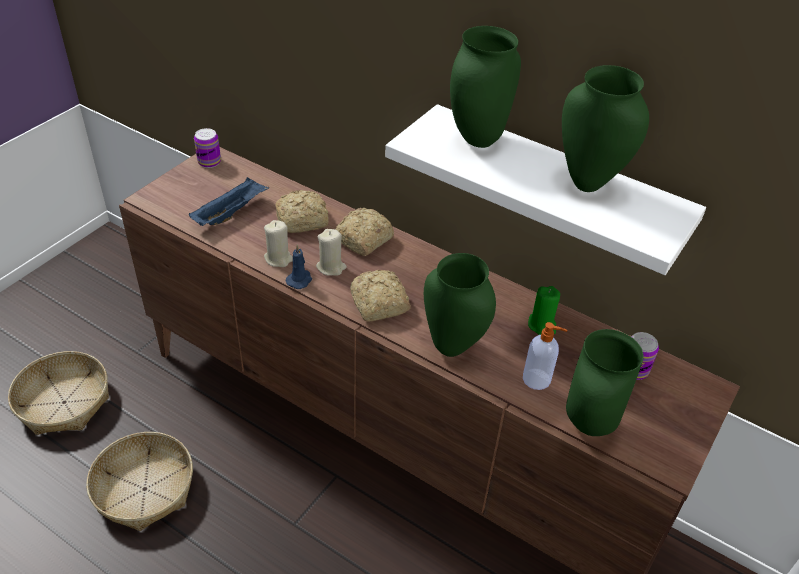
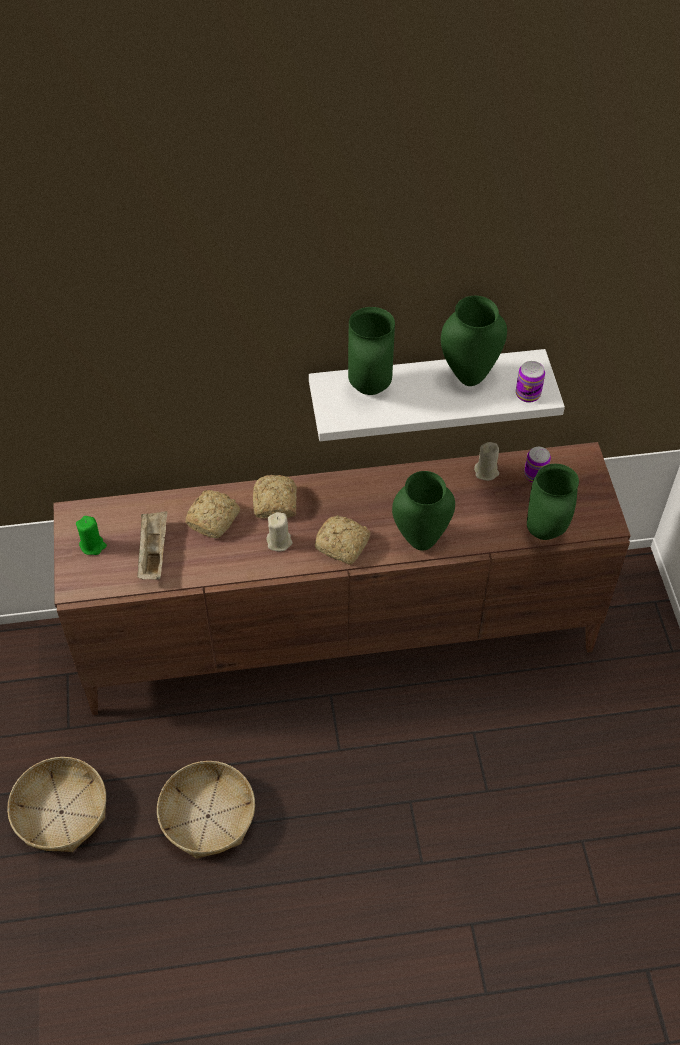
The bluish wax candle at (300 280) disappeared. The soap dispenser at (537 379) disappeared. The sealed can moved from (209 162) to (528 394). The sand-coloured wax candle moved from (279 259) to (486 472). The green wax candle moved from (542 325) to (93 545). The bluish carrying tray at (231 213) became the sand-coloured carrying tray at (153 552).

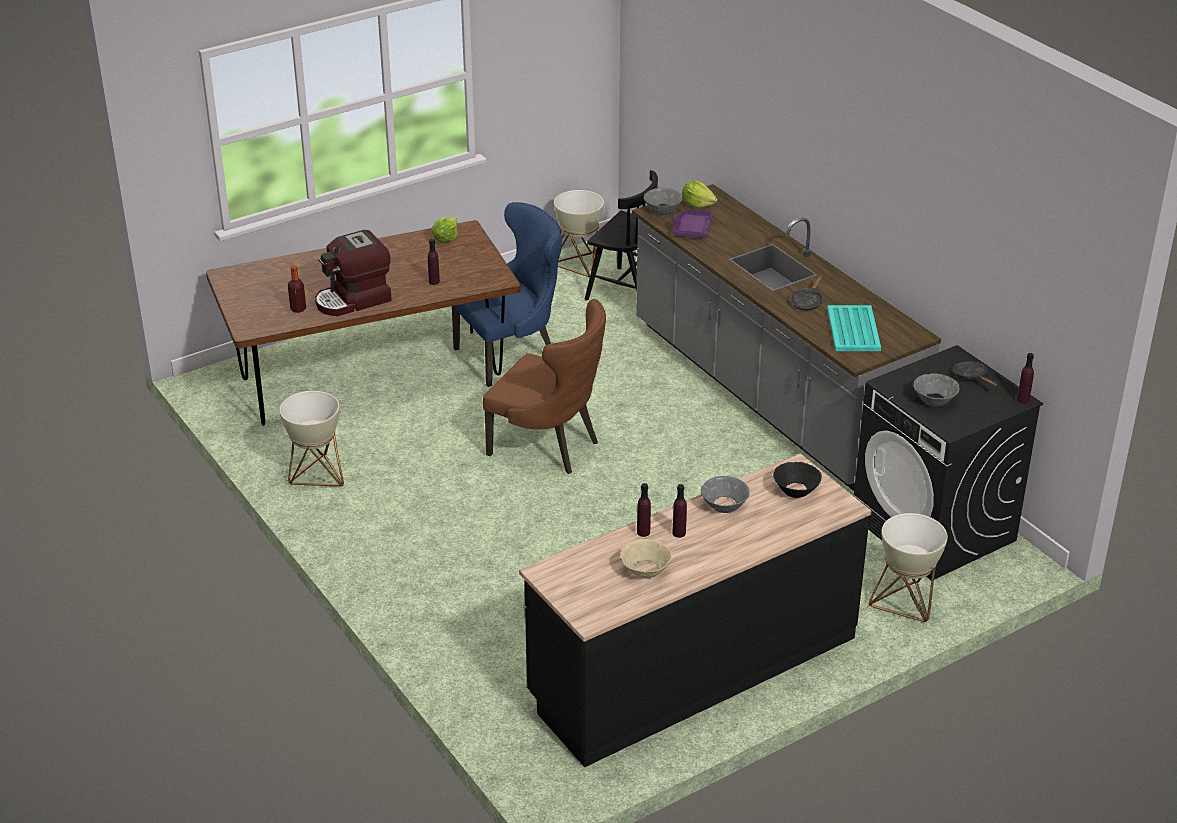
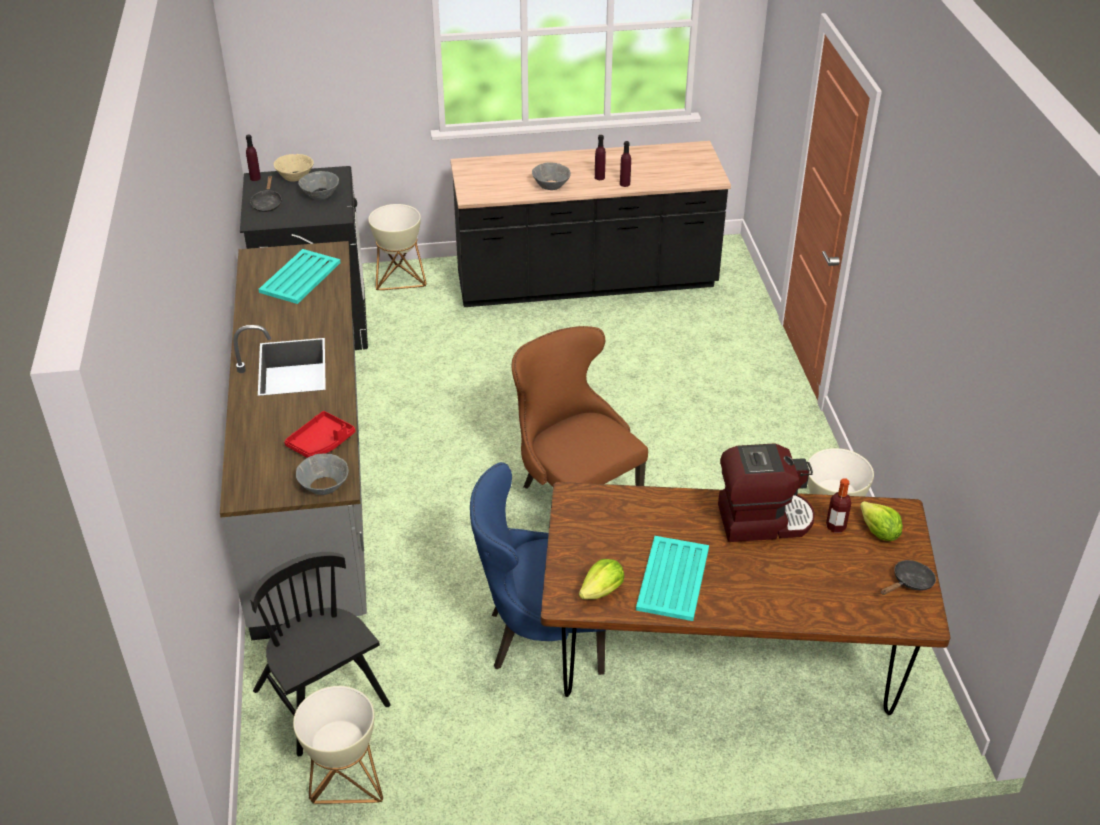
The purple-coloured beverage bottle at (434 282) disappeared. The blackish deep dish at (796 490) disappeared. The turquoise carrying tray at (672 579) appeared. The sand-coloured deep dish moved from (645 570) to (295 177). The lettuce moved from (697 204) to (879 532). The blackish skillet moved from (807 302) to (910 582). The purple-coloured carrying tray at (692 230) became the reddish carrying tray at (321 442).

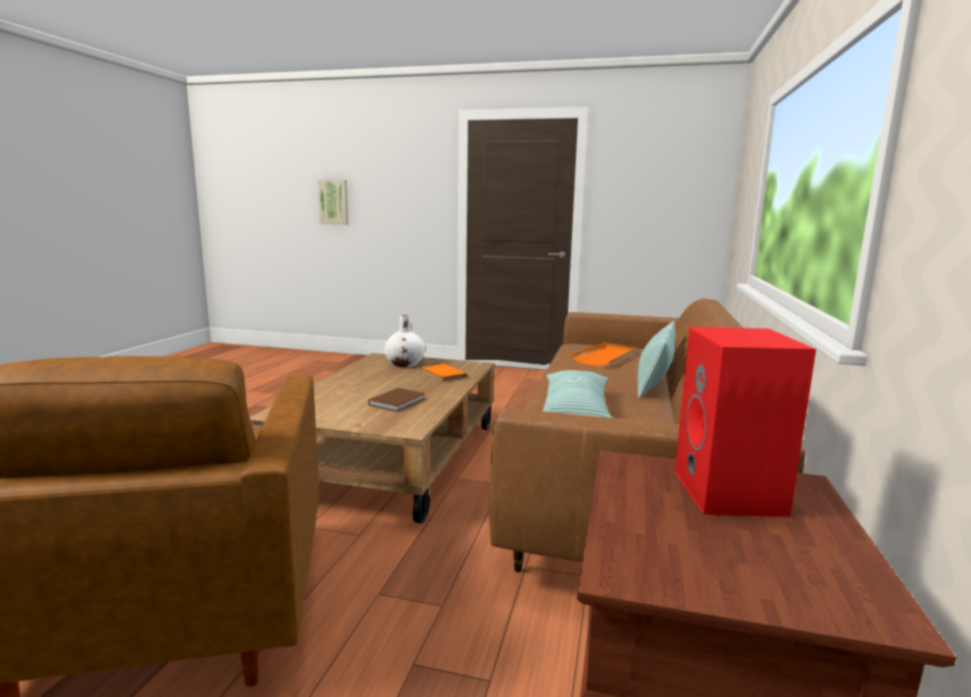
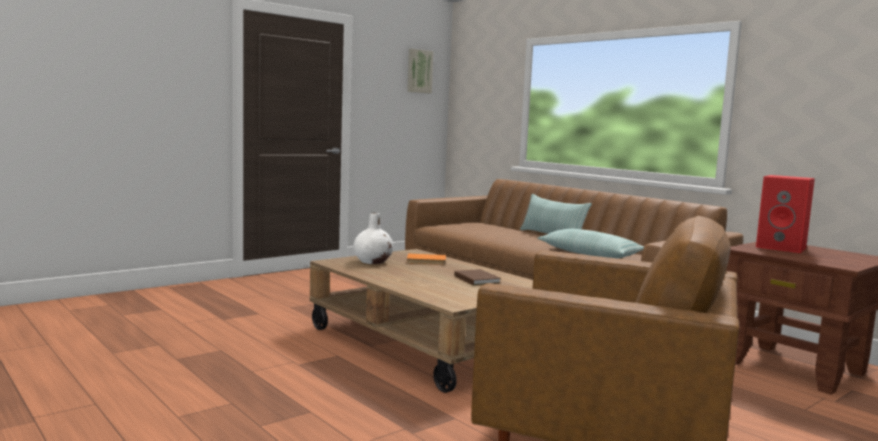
The orangey carrying tray at (605 357) disappeared. The wall picture moved from (334 202) to (419 71).

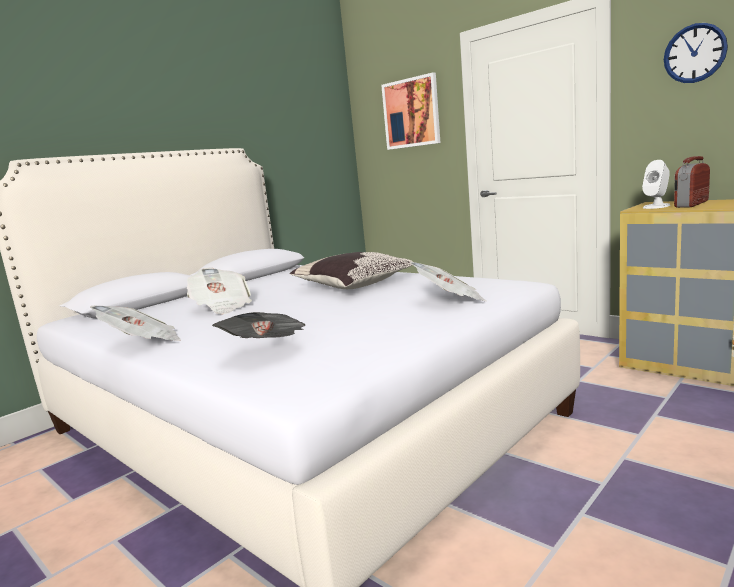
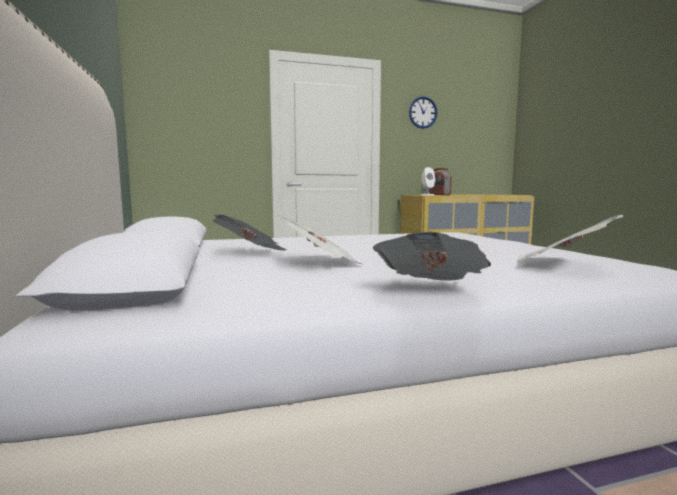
The pillow at (353 285) disappeared. The wall picture at (411 113) disappeared. The printed paper moved from (450 300) to (251 253).

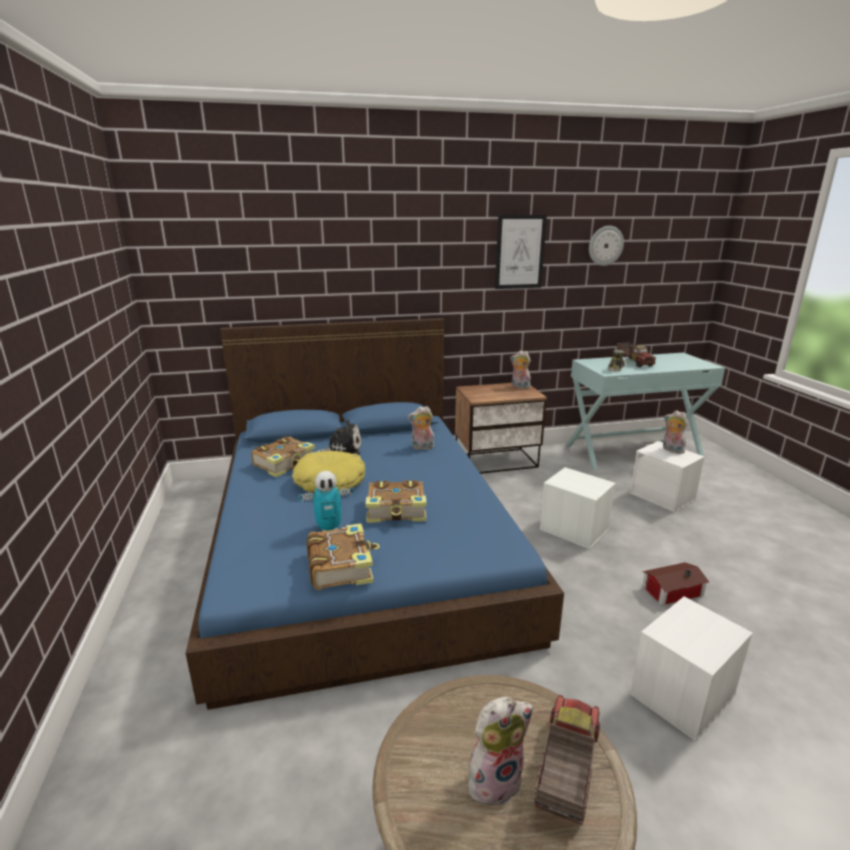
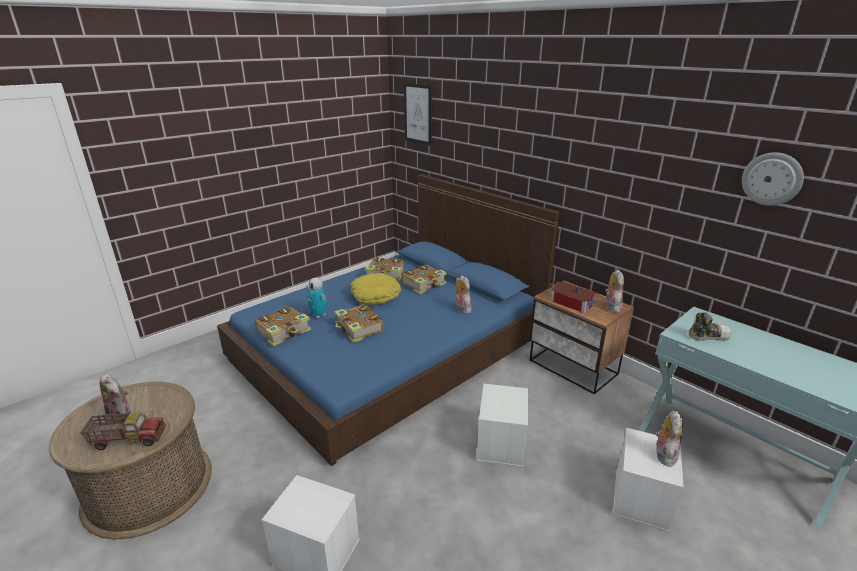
The toy lorry at (634 362) disappeared. The wall picture moved from (520 252) to (418 114). The toy house moved from (670 590) to (571 302). The cuddly toy at (342 450) was replaced by the volume at (424 284).

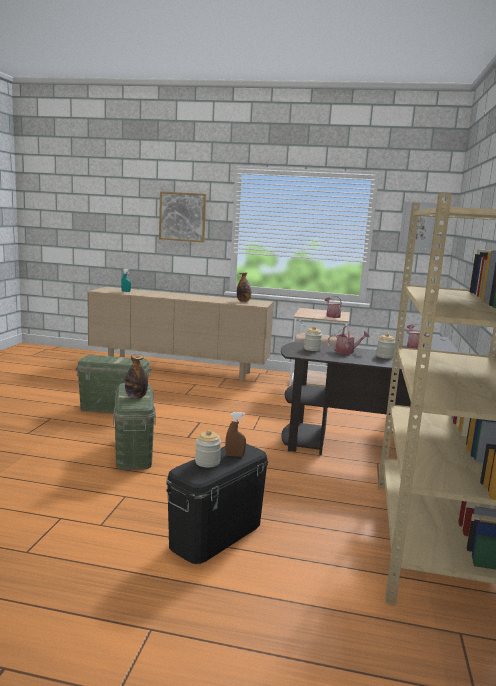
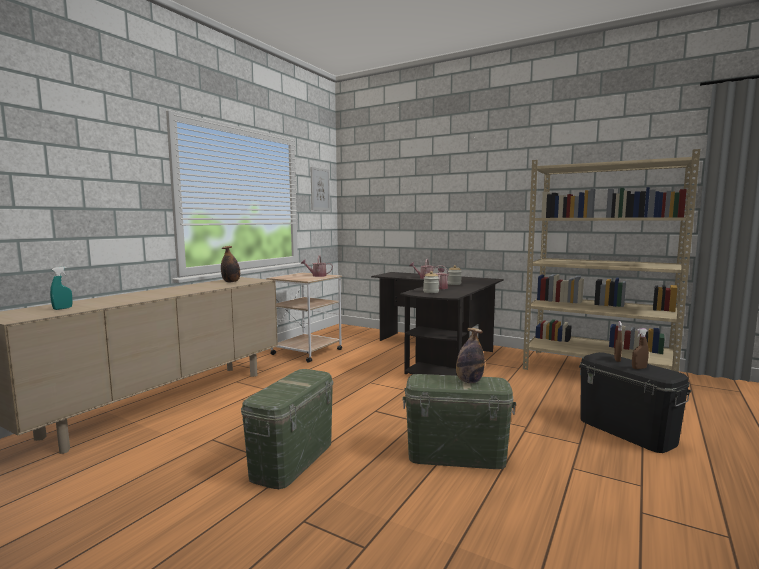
The wall picture at (182 217) disappeared. The preserve jar at (207 462) was replaced by the brown hand sprayer at (639 368).

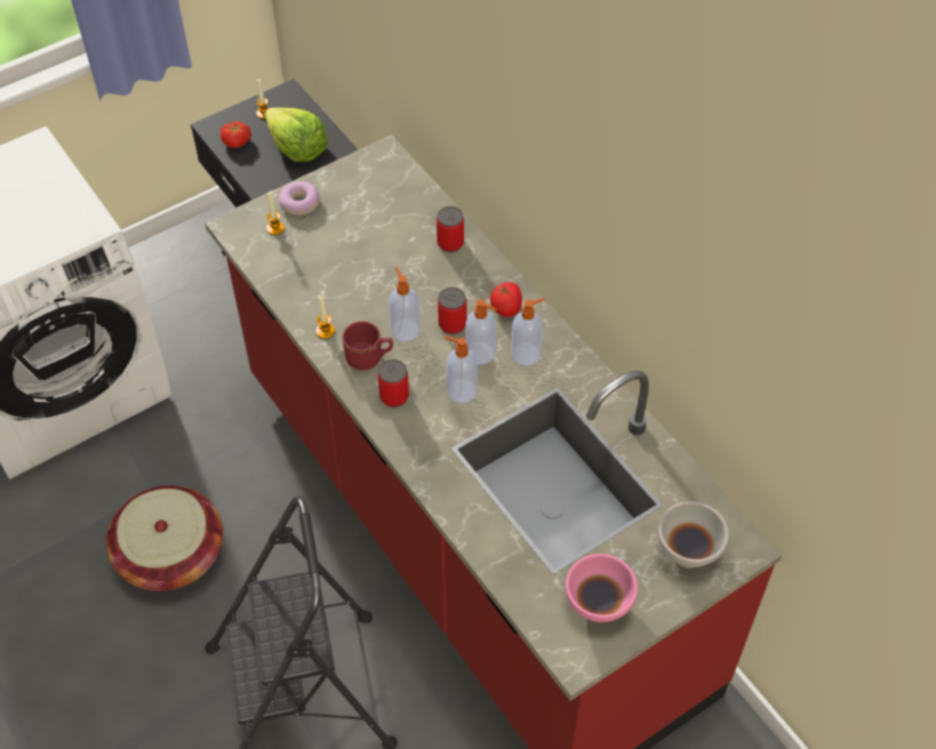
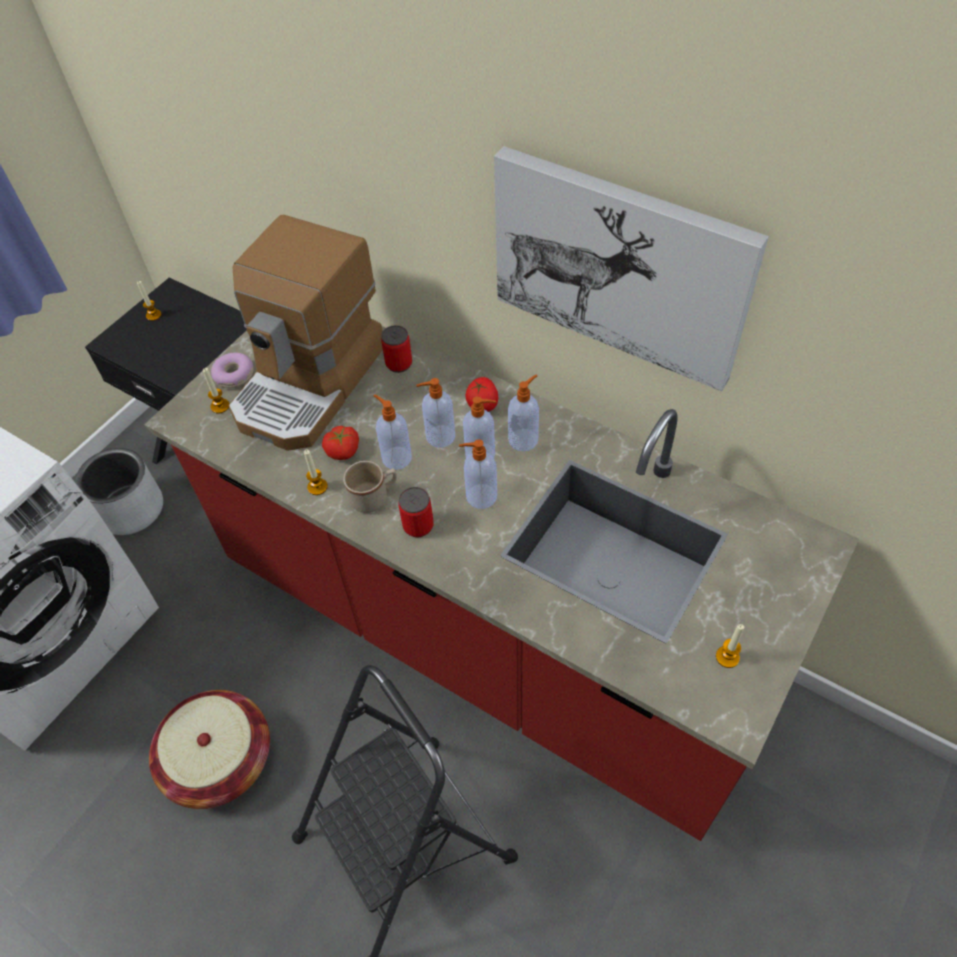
The lettuce at (297 148) disappeared. The white deep dish at (687 551) disappeared. The greyish planter at (130 510) appeared. The coffee brewer at (311 384) appeared. The wall picture at (620 266) appeared. The tomato moved from (237 142) to (343 450). The sealed can at (452 324) was replaced by the soap dispenser at (439 436). The pinkish deep dish at (599 605) was replaced by the wax candle at (727 657). The reddish coffee mug at (369 358) became the sand-coloured coffee mug at (374 497).

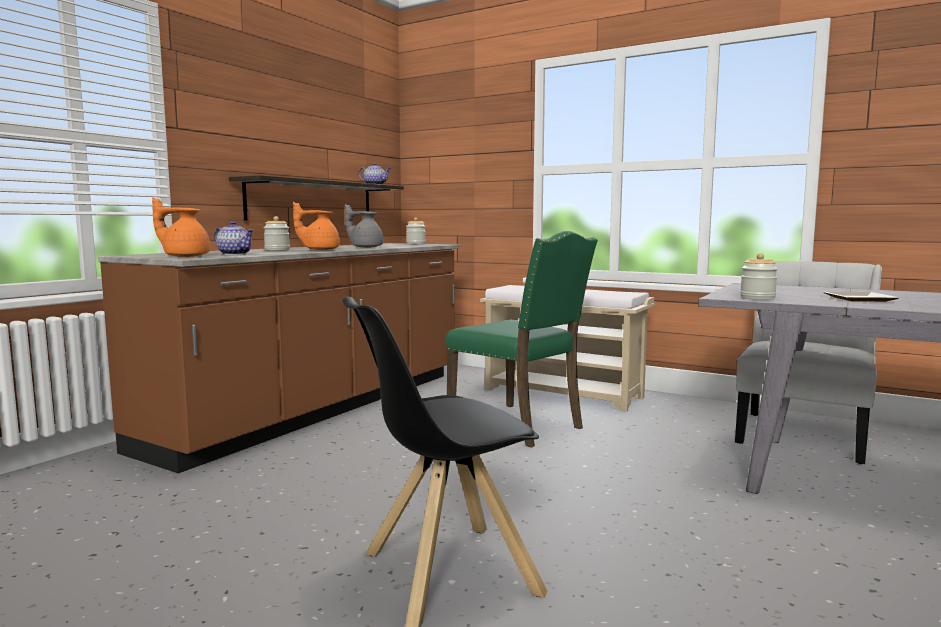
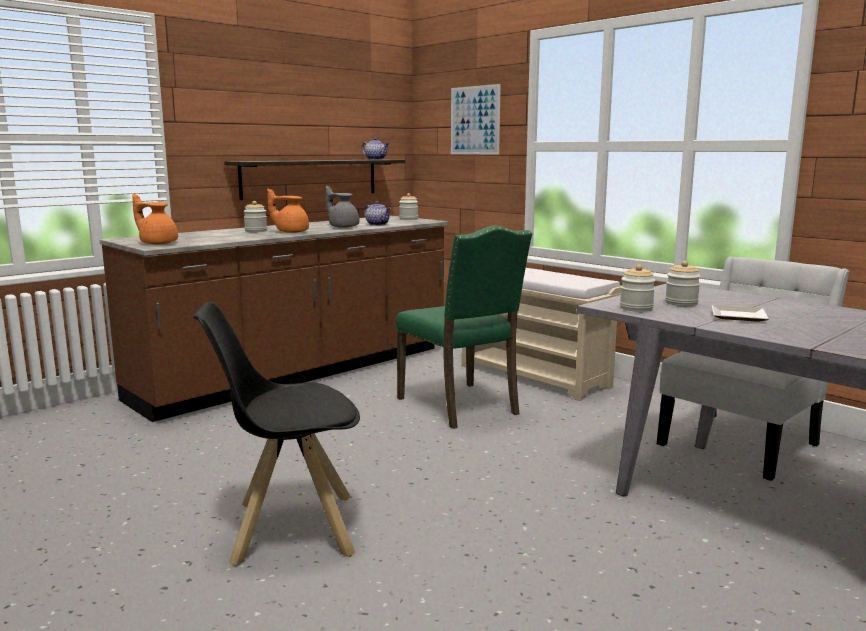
The wall picture at (474 120) appeared. The preserve jar at (681 303) appeared. The pot for tea moved from (235 254) to (378 224).

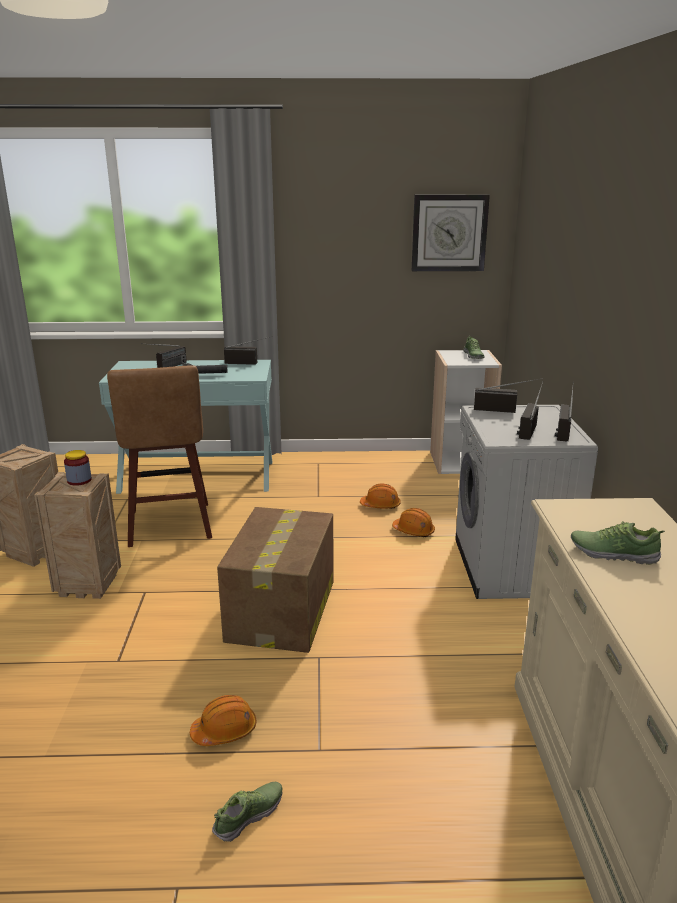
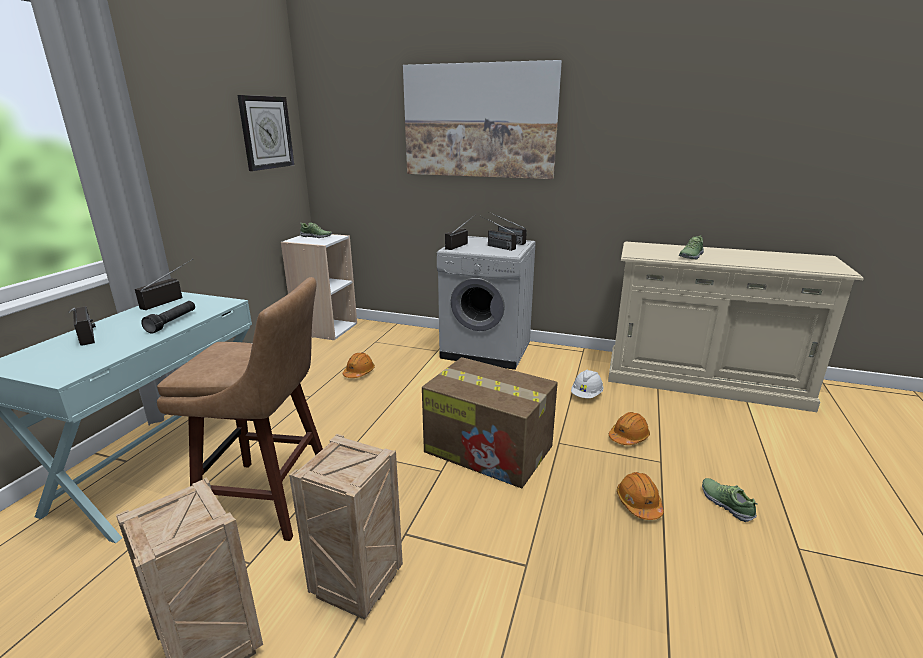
The preserve jar at (79 480) disappeared. The wall picture at (479 121) appeared. The white hard hat at (586 395) appeared. The orangey hard hat moved from (413 531) to (628 437).

